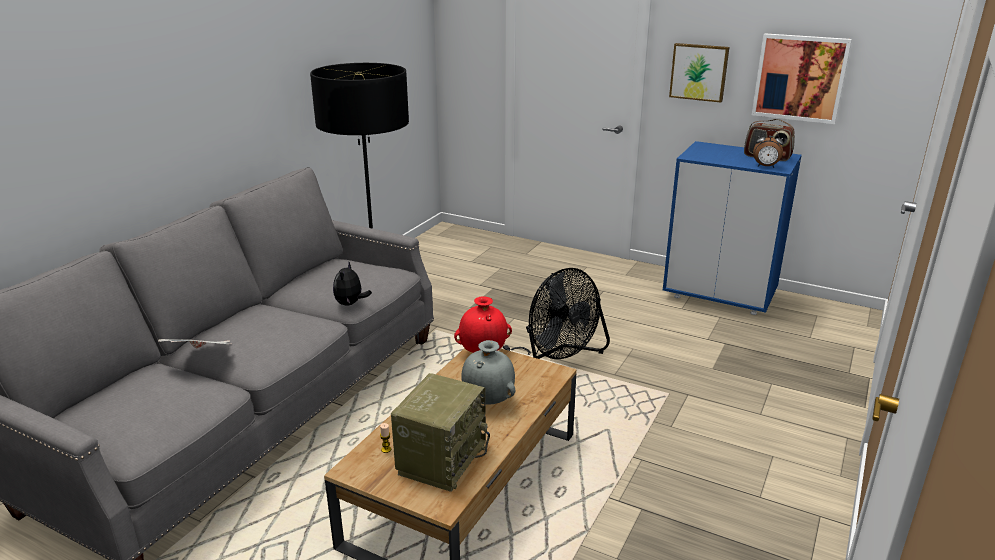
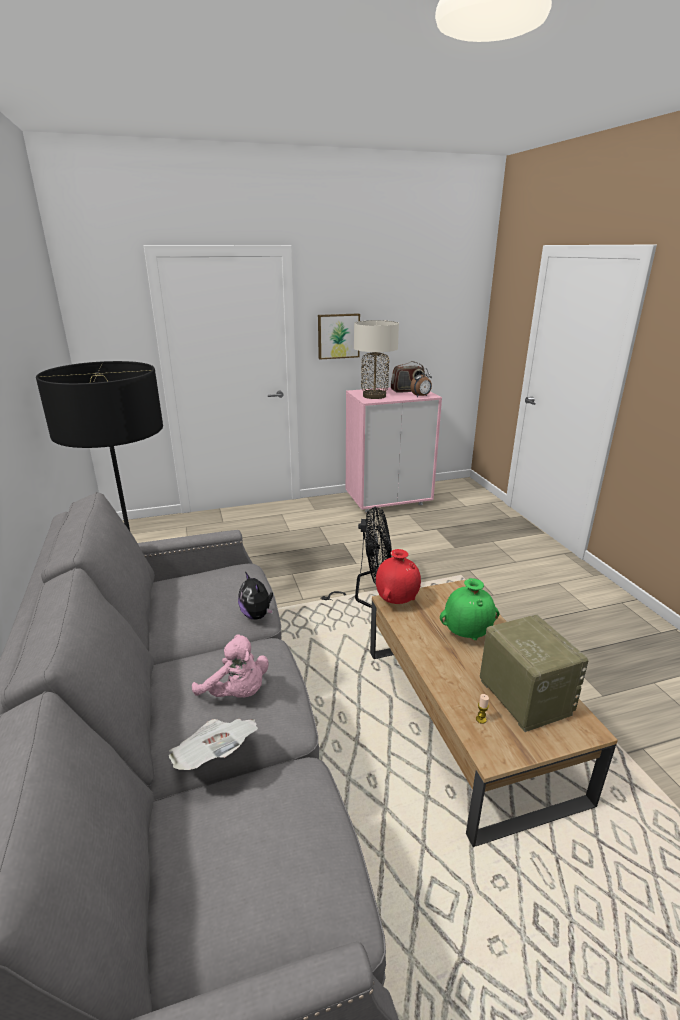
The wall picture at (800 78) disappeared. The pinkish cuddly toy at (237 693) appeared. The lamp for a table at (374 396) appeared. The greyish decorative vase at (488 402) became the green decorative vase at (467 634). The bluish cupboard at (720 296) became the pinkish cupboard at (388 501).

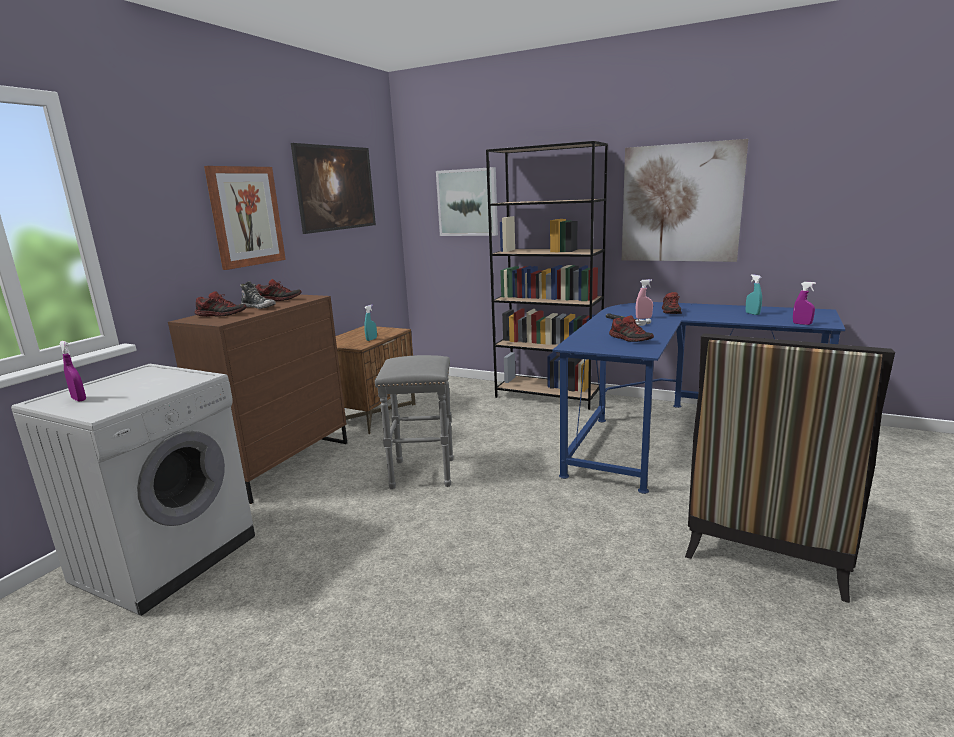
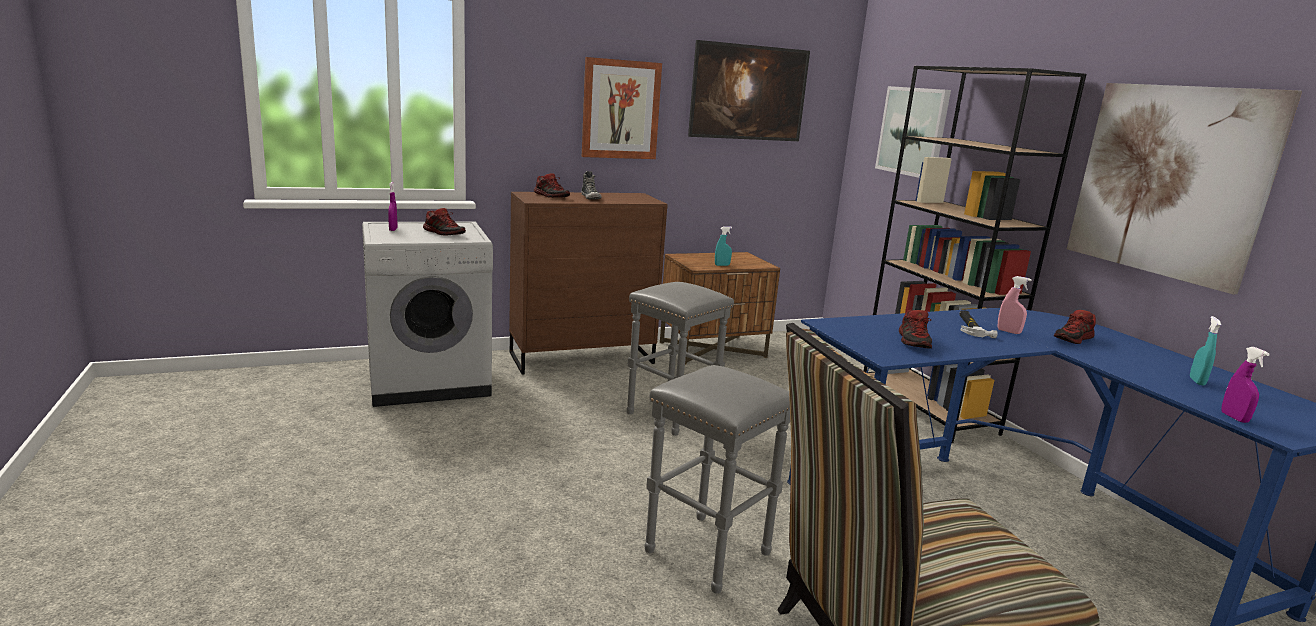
The greyish stool seat at (711 551) appeared. The low shoe moved from (278 300) to (444 233).

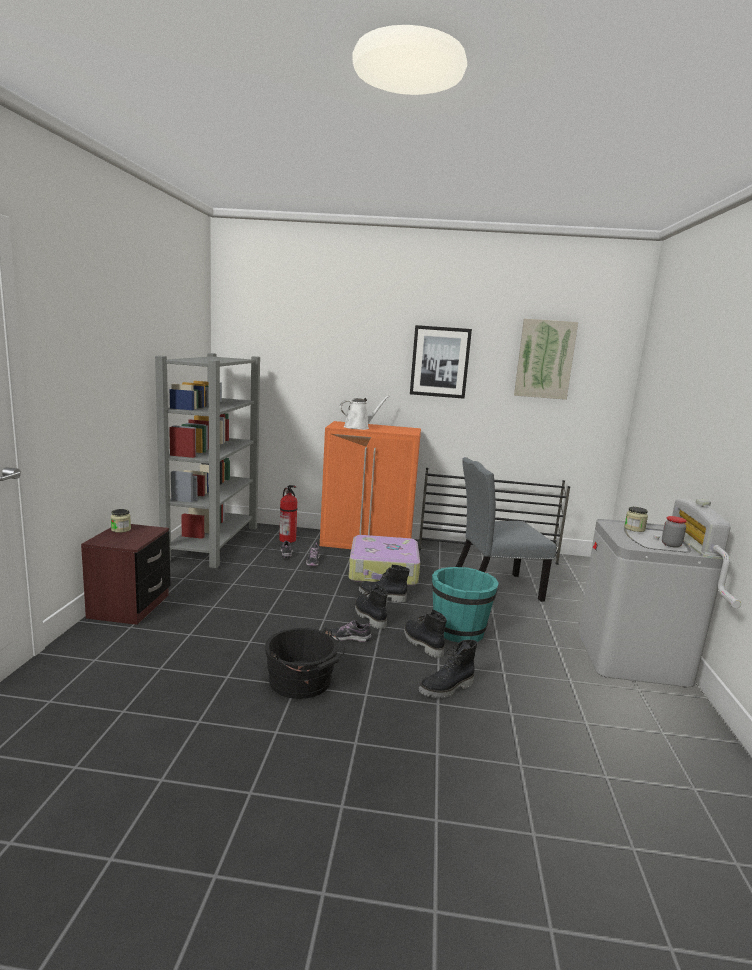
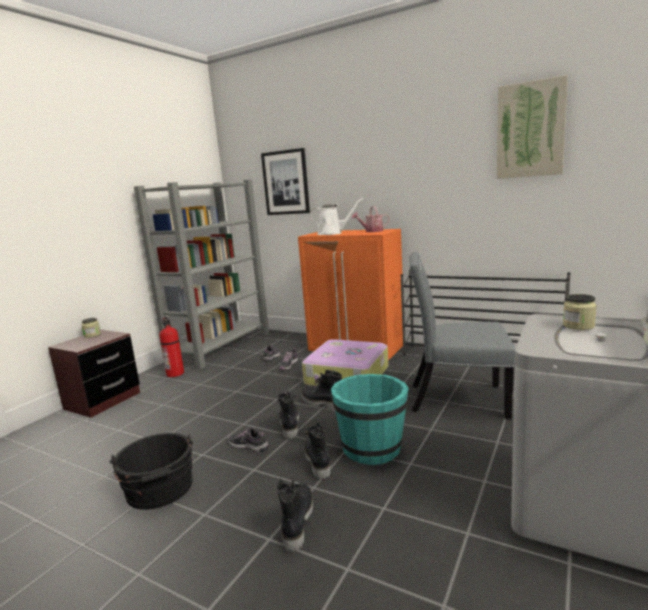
The preserve jar at (671 545) disappeared. The watering can at (371 231) appeared. The extinguisher moved from (288 540) to (175 374). The wall picture moved from (440 362) to (286 182). The blackish high-top boot at (447 689) turned 105 degrees clockwise.

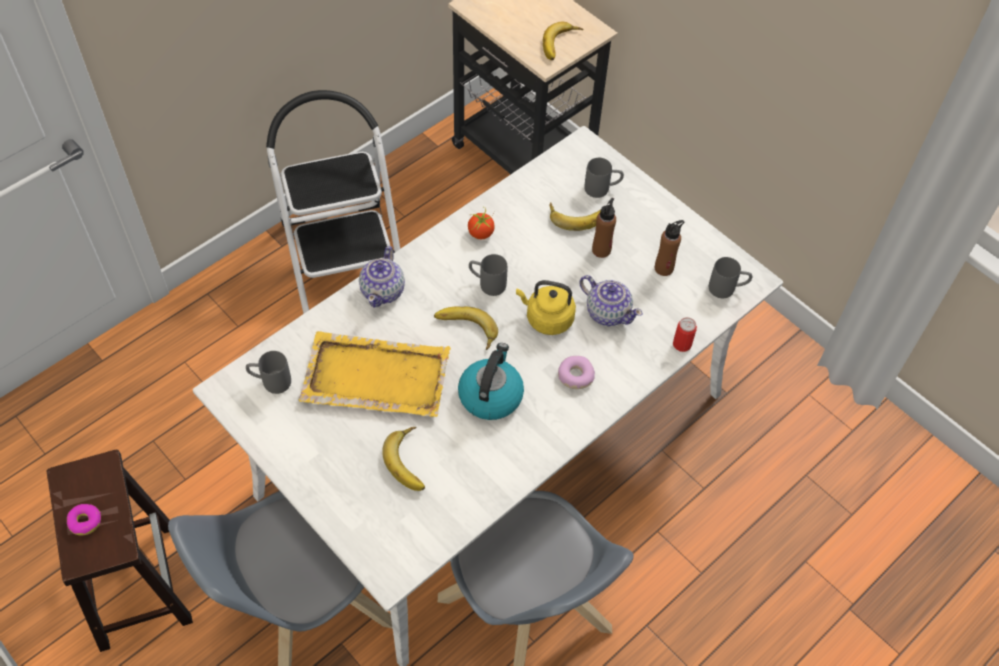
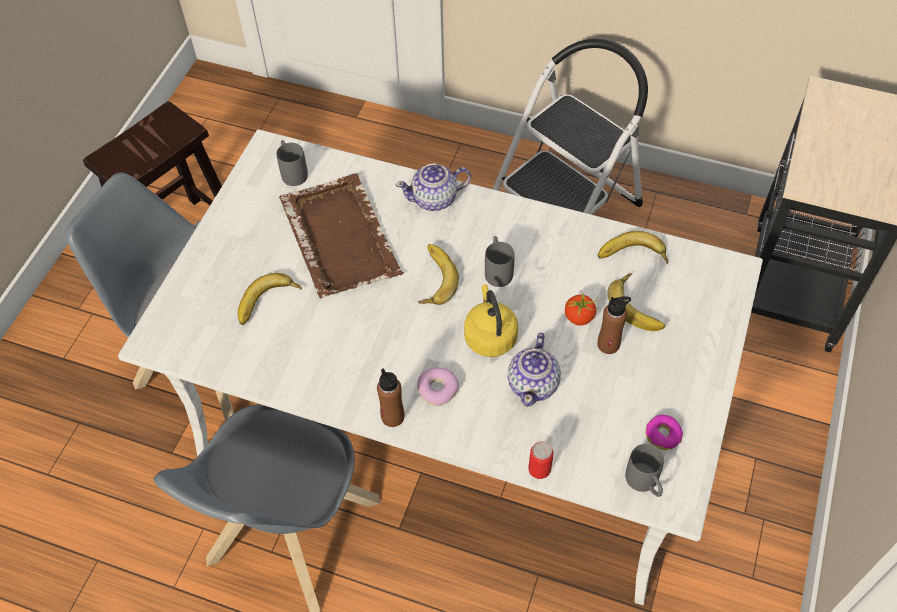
The kettle at (490 395) disappeared. The greyish coffee mug at (602 189) disappeared. The donut moved from (85 522) to (662 435). The tomato moved from (481 233) to (579 317). The banana moved from (562 45) to (632 257). The brown beverage bottle moved from (664 268) to (392 417). The yellow carrying tray at (374 377) became the brown carrying tray at (340 237).

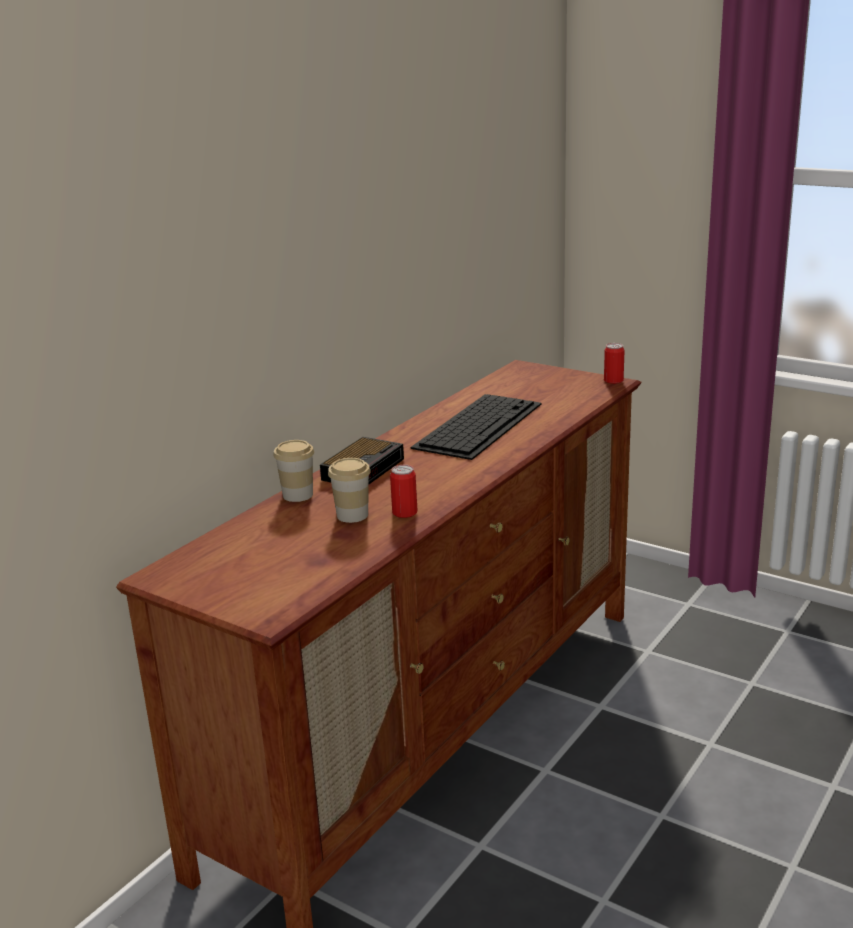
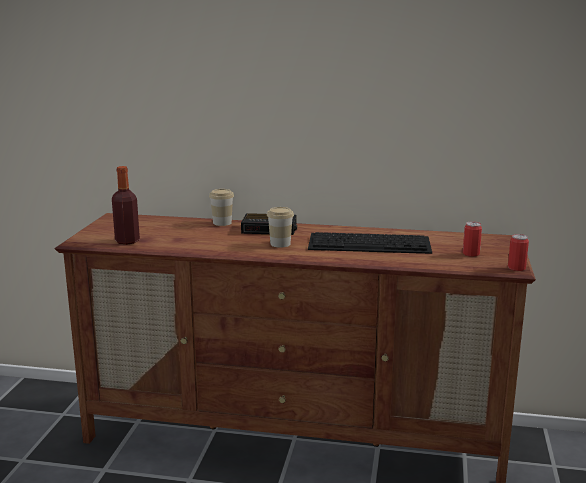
The beverage bottle at (127 241) appeared. The drinking cup moved from (352 515) to (280 244). The sealed can moved from (405 512) to (471 254).

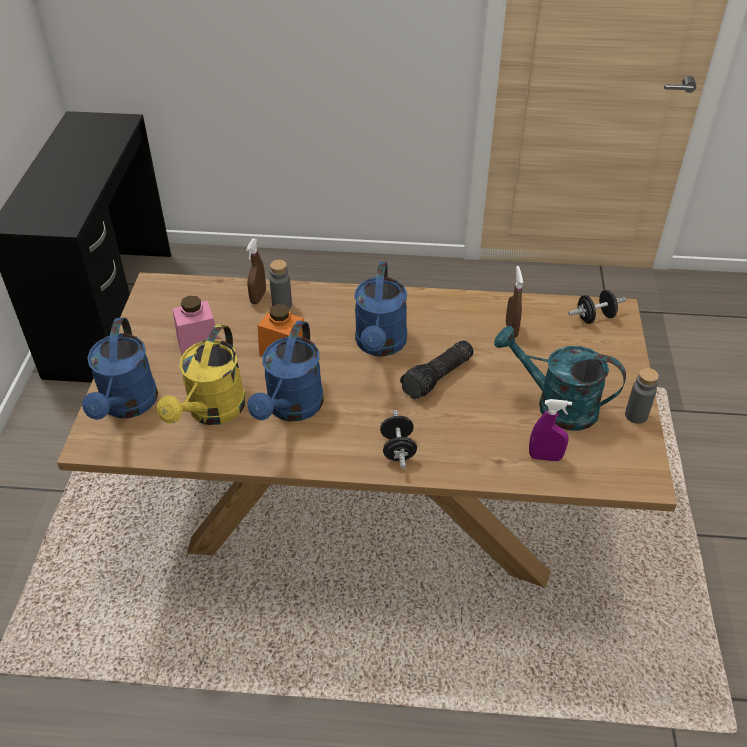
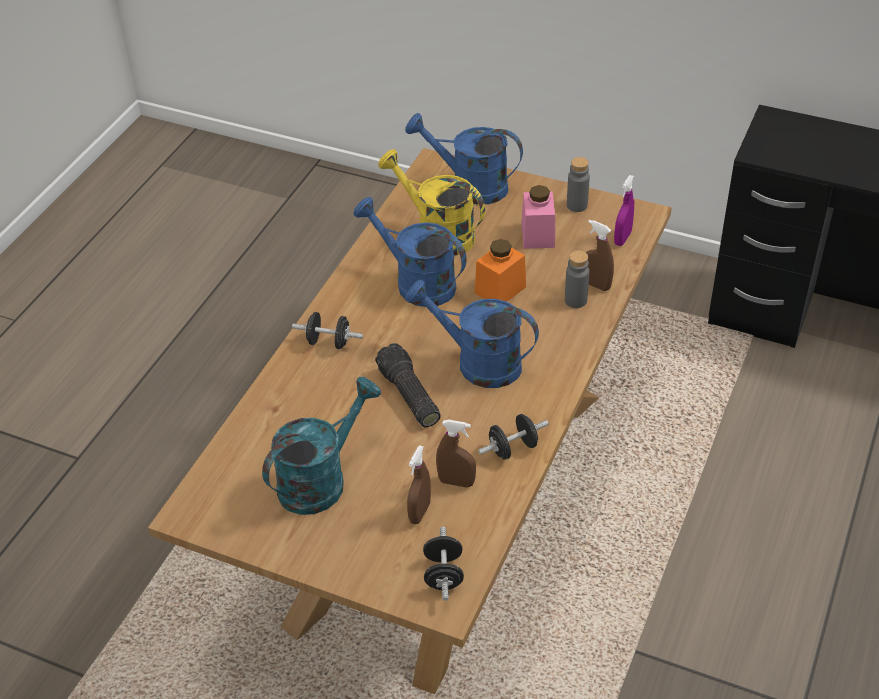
The brown hand sprayer at (419 512) appeared. The blackish hand weight at (513 448) appeared. The purple-coloured hand sprayer moved from (545 457) to (622 238). The greyish beverage bottle moved from (636 415) to (577 205).

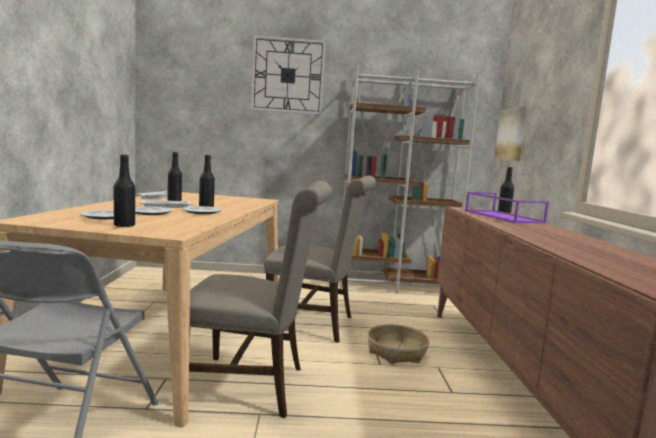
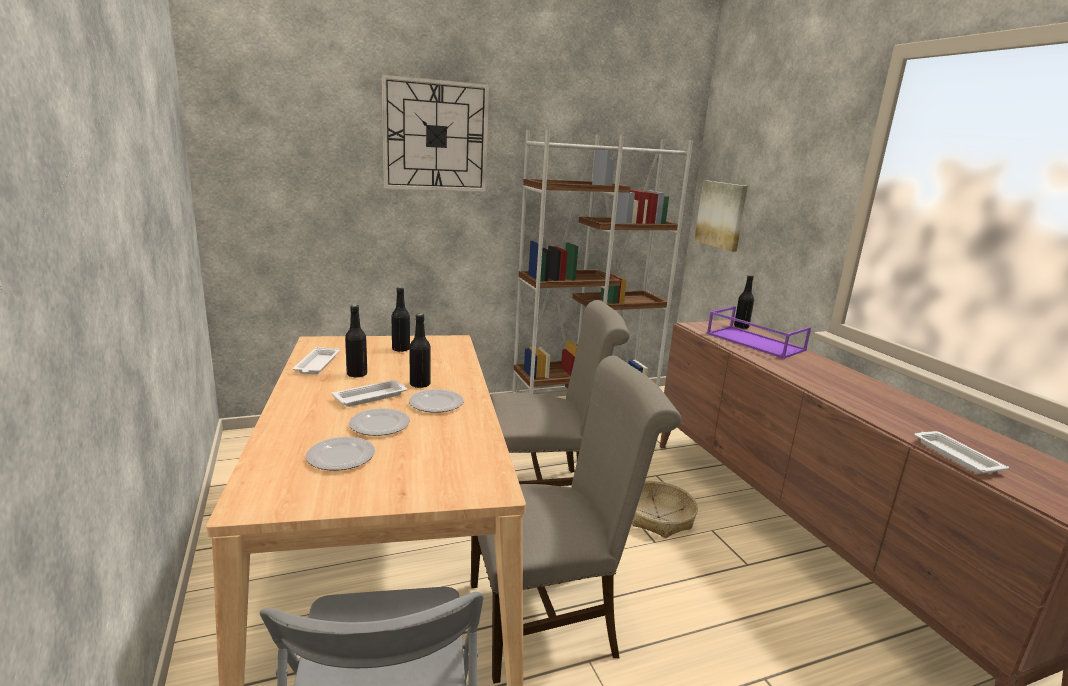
The white carrying tray at (955 456) appeared. The blackish beverage bottle moved from (124 225) to (401 349).

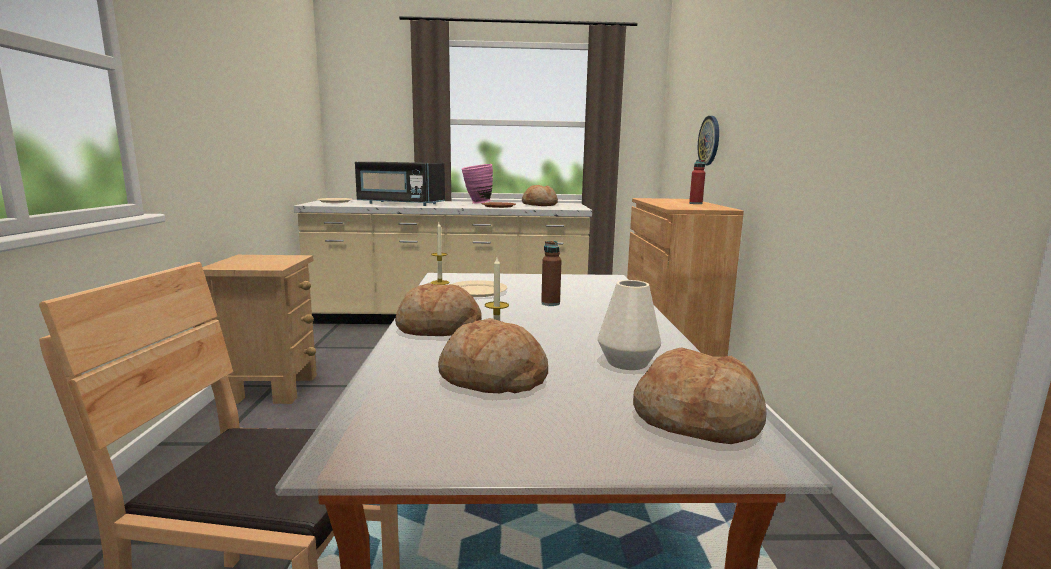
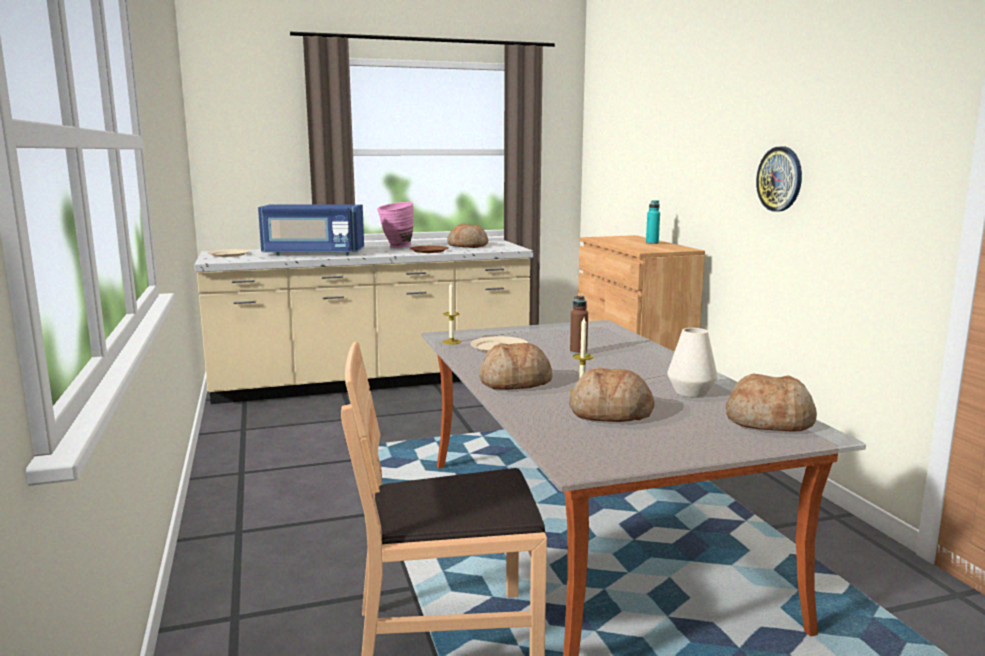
The sand-coloured nightstand at (273 388) disappeared. The clock on the wall moved from (709 140) to (780 179). The blackish microwave at (400 204) became the bluish microwave at (313 253). The reddish beverage bottle at (695 203) became the turquoise beverage bottle at (652 243).

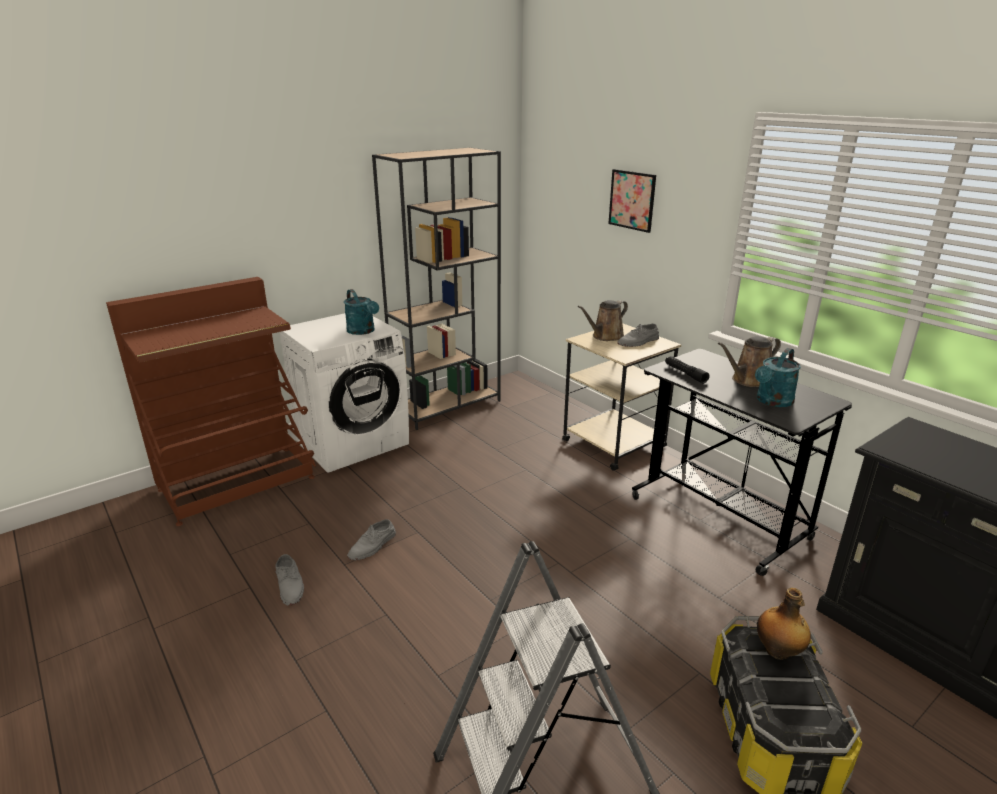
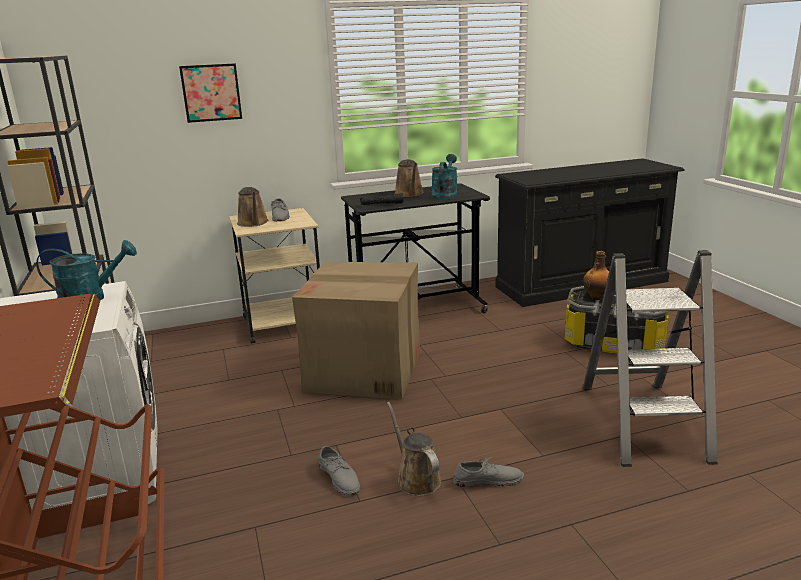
The carton at (365 371) appeared. The brown watering can at (416 478) appeared. The greyish low shoe moved from (290 585) to (488 479). The turquoise watering can at (772 401) turned 135 degrees counterclockwise.

